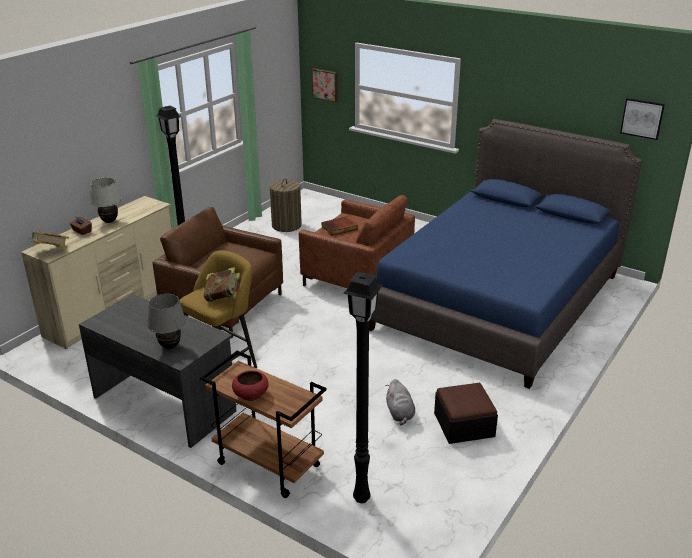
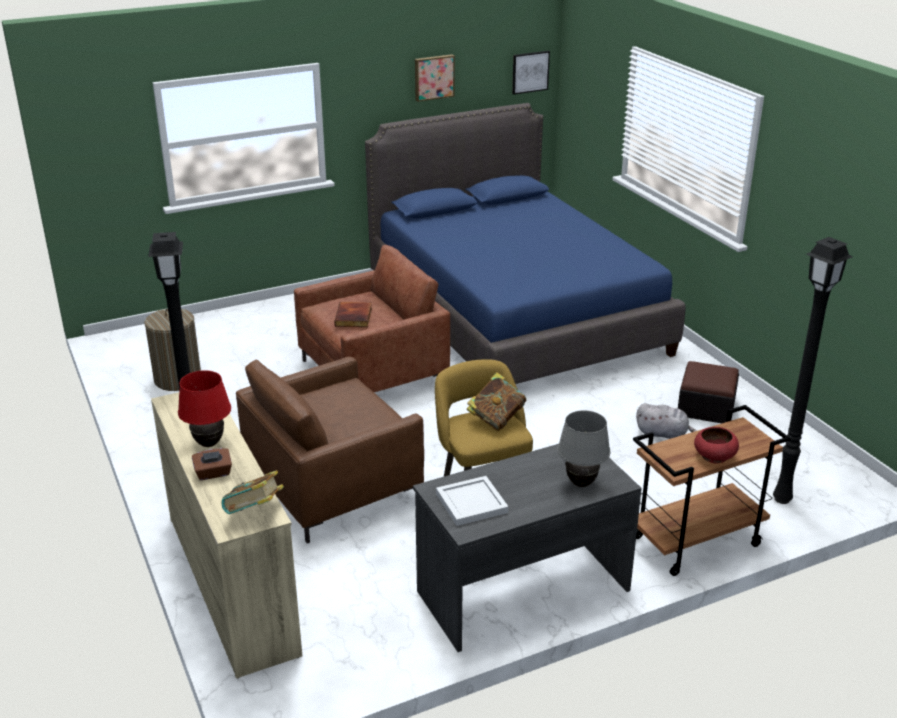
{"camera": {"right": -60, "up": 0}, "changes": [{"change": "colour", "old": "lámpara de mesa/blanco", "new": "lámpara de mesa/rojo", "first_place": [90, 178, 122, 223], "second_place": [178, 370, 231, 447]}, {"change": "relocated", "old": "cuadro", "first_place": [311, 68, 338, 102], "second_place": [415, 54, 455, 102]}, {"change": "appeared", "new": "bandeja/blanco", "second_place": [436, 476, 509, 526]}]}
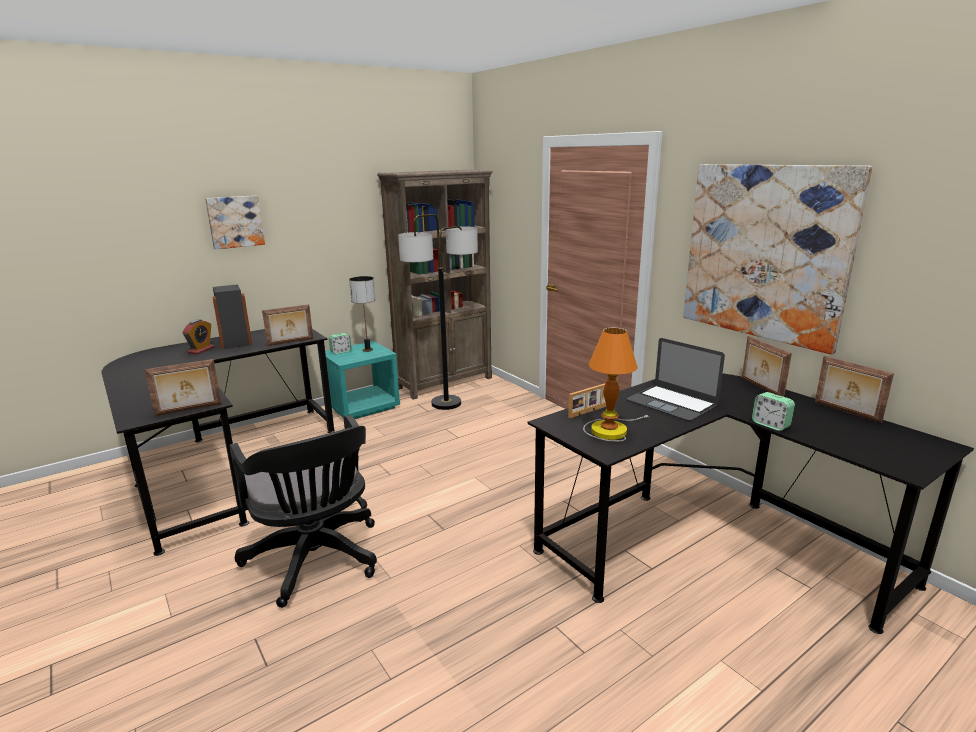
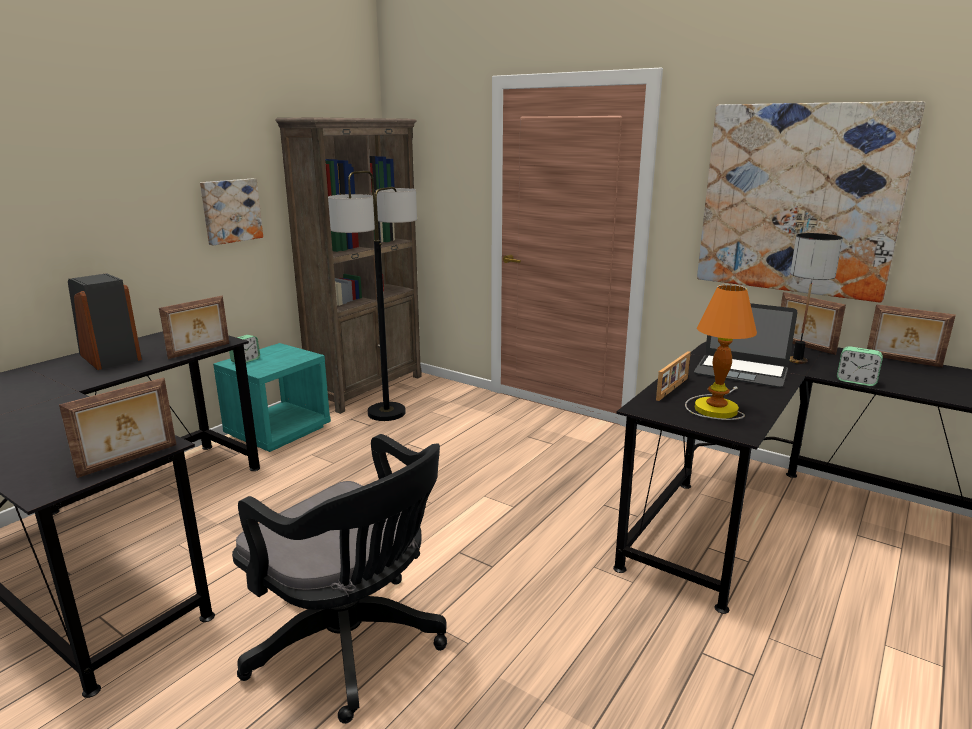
{"camera": {"right": -20, "up": 0}, "changes": [{"change": "relocated", "old": "cuadro", "first_place": [205, 196, 265, 249], "second_place": [200, 179, 263, 245]}, {"change": "relocated", "old": "lámpara de mesa", "first_place": [349, 276, 376, 352], "second_place": [790, 233, 843, 364]}, {"change": "missing", "old": "despertador", "first_place": [182, 319, 215, 354]}]}
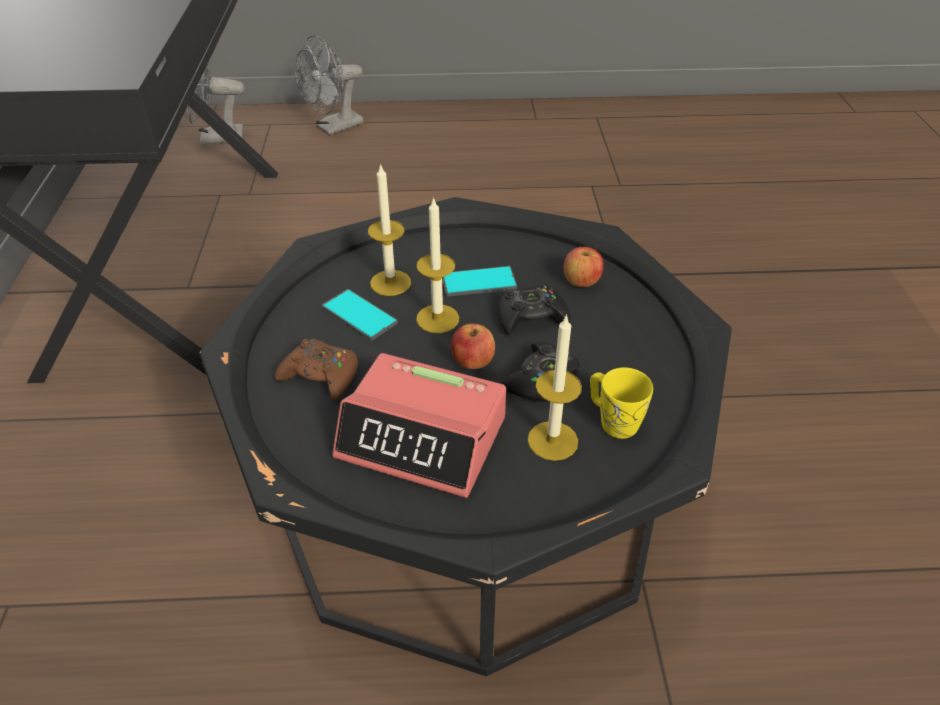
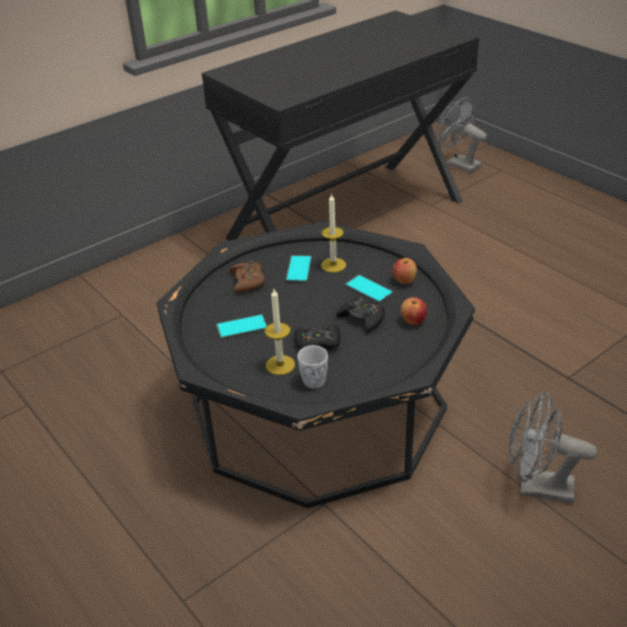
{"camera": {"right": 55, "up": -5}, "changes": [{"change": "exchanged", "old": "despertador", "new": "móvil", "first_place": [332, 353, 506, 498], "second_place": [216, 314, 267, 340]}, {"change": "colour", "old": "taza grande/amarillo", "new": "taza grande/blanco", "first_place": [590, 367, 653, 439], "second_place": [298, 345, 328, 389]}, {"change": "relocated", "old": "manzana", "first_place": [451, 324, 495, 369], "second_place": [393, 258, 417, 284]}, {"change": "relocated", "old": "ventilador/gris", "first_place": [295, 35, 364, 135], "second_place": [509, 392, 597, 503]}, {"change": "missing", "old": "vela", "first_place": [416, 197, 459, 333]}]}
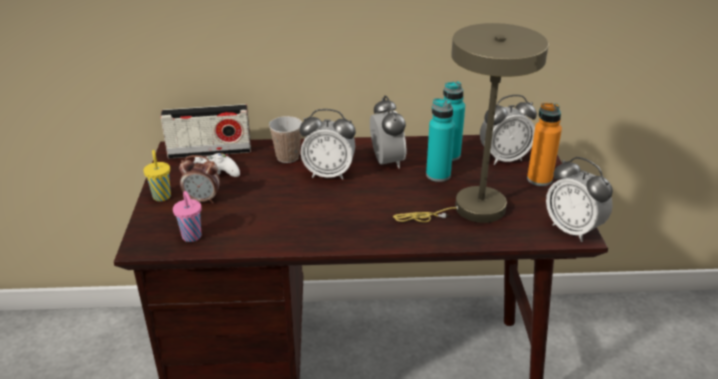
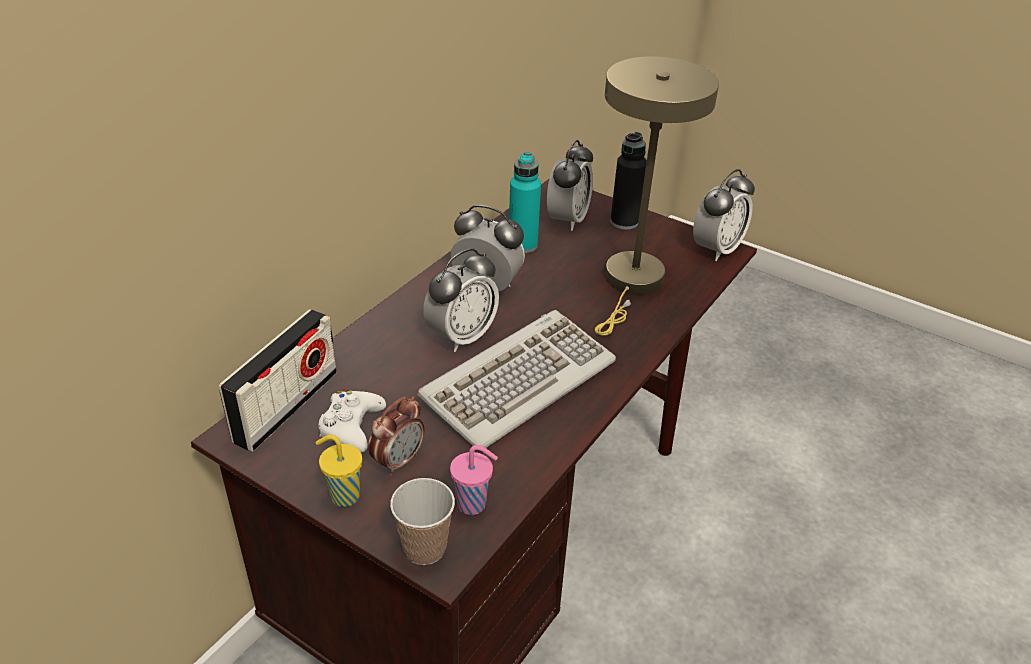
{"camera": {"right": -55, "up": 5}, "changes": [{"change": "relocated", "old": "taza", "first_place": [269, 116, 302, 163], "second_place": [390, 478, 455, 565]}, {"change": "appeared", "new": "teclado", "second_place": [417, 310, 616, 451]}, {"change": "colour", "old": "botella/naranja", "new": "botella/negro", "first_place": [527, 103, 562, 186], "second_place": [610, 132, 647, 230]}, {"change": "spun", "old": "despertador", "first_place": [546, 157, 613, 242], "second_place": [693, 169, 755, 261], "degrees": -45}, {"change": "missing", "old": "botella/turquesa", "first_place": [426, 98, 455, 182]}]}
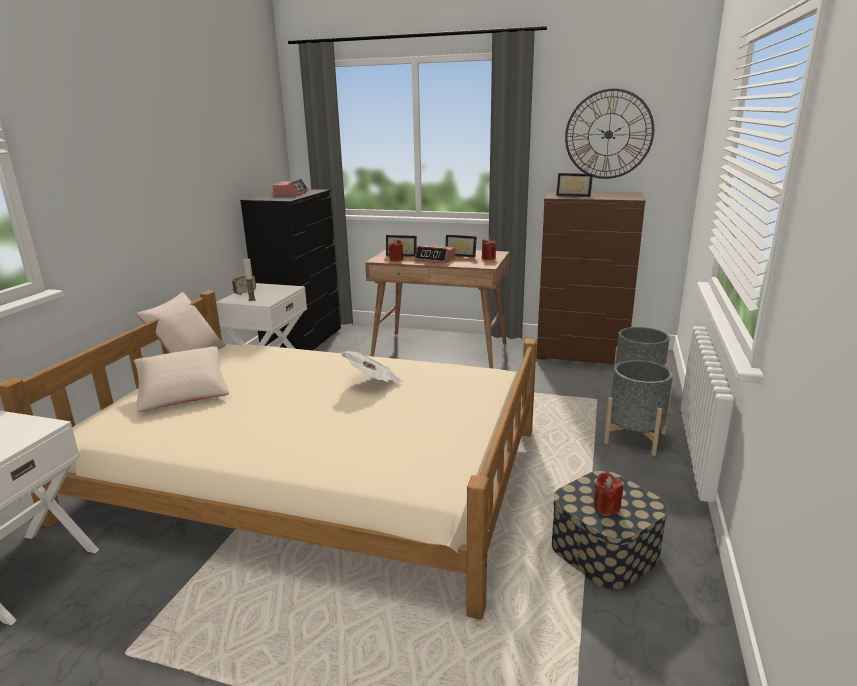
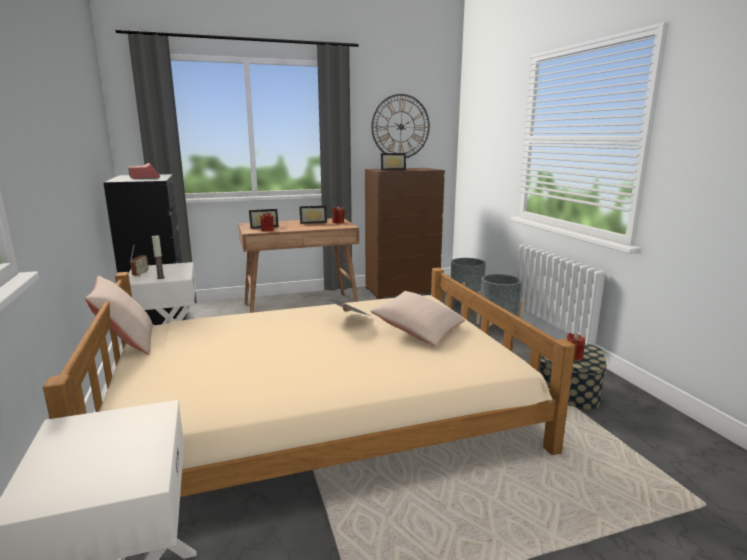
{"camera": {"right": -35, "up": -5}, "changes": [{"change": "relocated", "old": "cojín/beis", "first_place": [134, 346, 229, 412], "second_place": [370, 291, 465, 346]}, {"change": "missing", "old": "despertador", "first_place": [414, 245, 455, 263]}]}
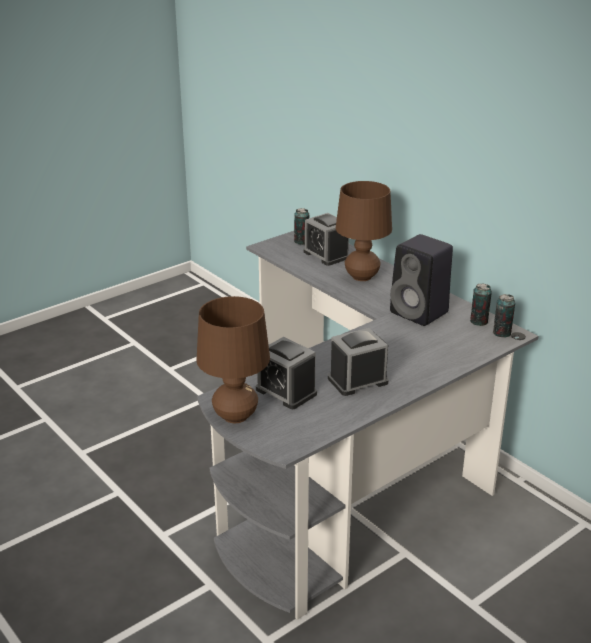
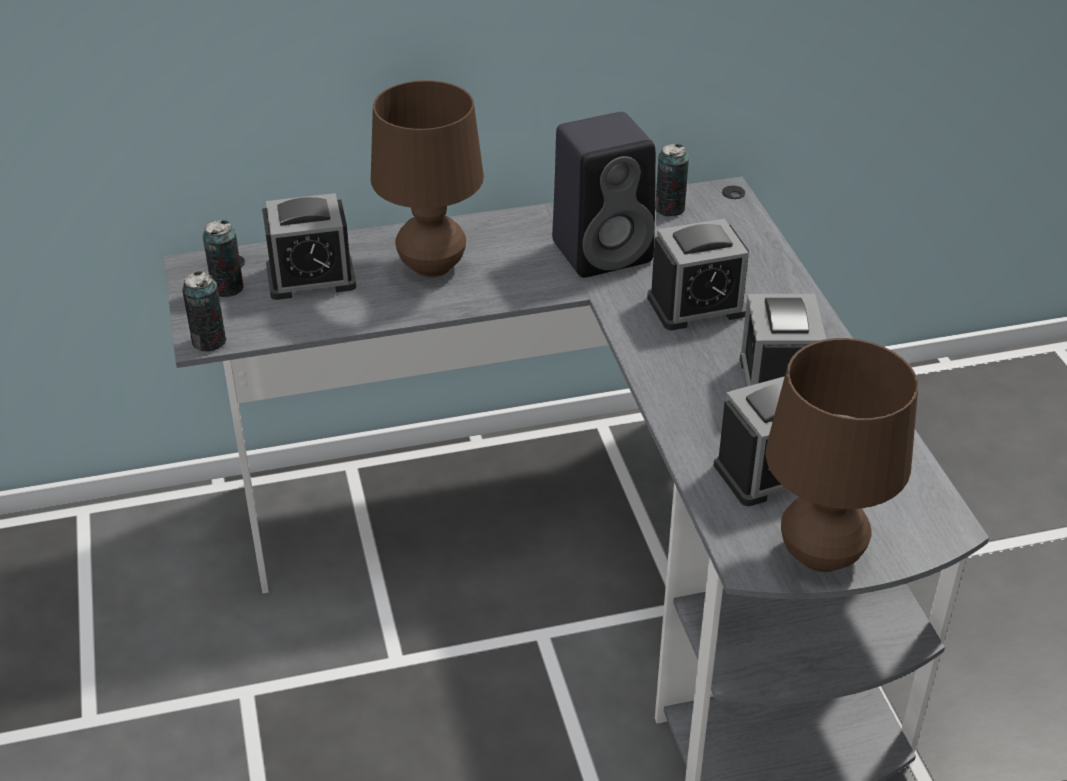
{"camera": {"right": -65, "up": 10}, "changes": [{"change": "relocated", "old": "lata", "first_place": [493, 294, 515, 338], "second_place": [182, 271, 226, 351]}, {"change": "appeared", "new": "despertador", "second_place": [647, 219, 749, 331]}]}
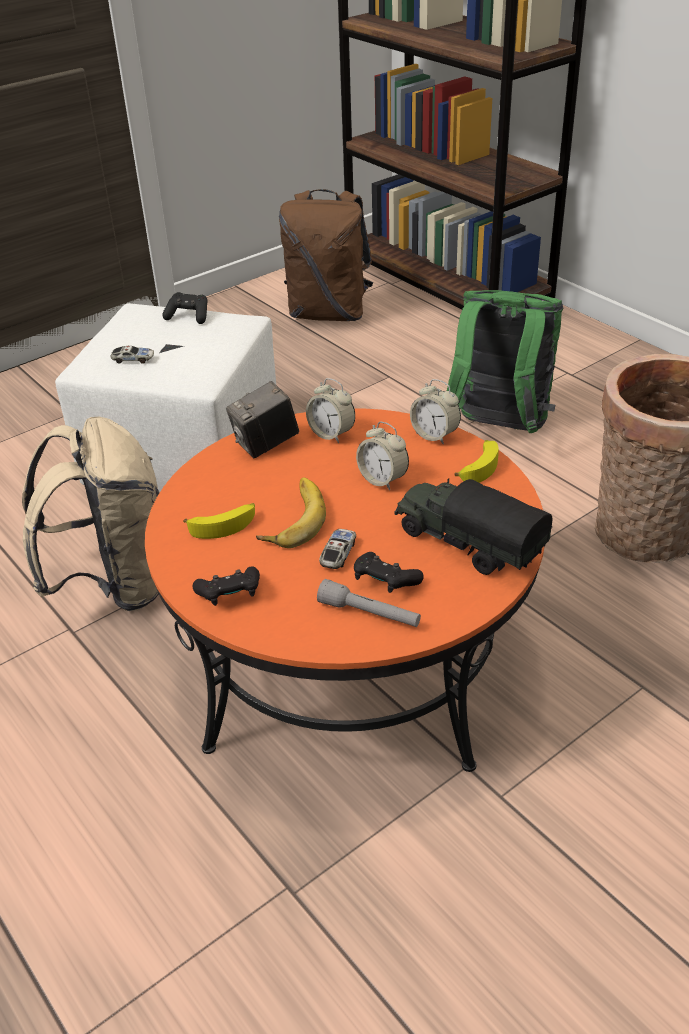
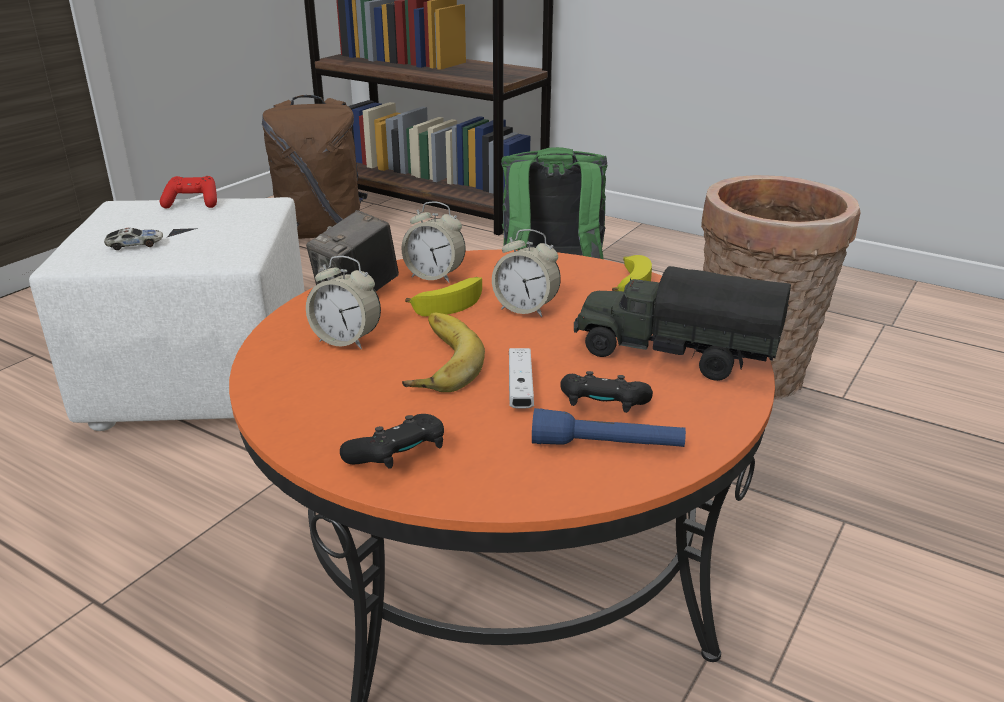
{"camera": {"right": -20, "up": -10}, "changes": [{"change": "colour", "old": "mando de consola/negro", "new": "mando de consola/rojo", "first_place": [162, 292, 207, 324], "second_place": [160, 176, 217, 208]}, {"change": "relocated", "old": "despertador", "first_place": [410, 379, 461, 444], "second_place": [306, 256, 381, 349]}, {"change": "relocated", "old": "plátano", "first_place": [183, 503, 255, 539], "second_place": [405, 277, 482, 317]}, {"change": "exchanged", "old": "coche de juguete", "new": "mando de consola/blanco", "first_place": [319, 529, 356, 569], "second_place": [509, 348, 534, 409]}, {"change": "colour", "old": "linterna/gris", "new": "linterna/azul", "first_place": [317, 579, 421, 627], "second_place": [532, 408, 686, 447]}, {"change": "missing", "old": "mochila/beis", "first_place": [22, 417, 160, 611]}]}
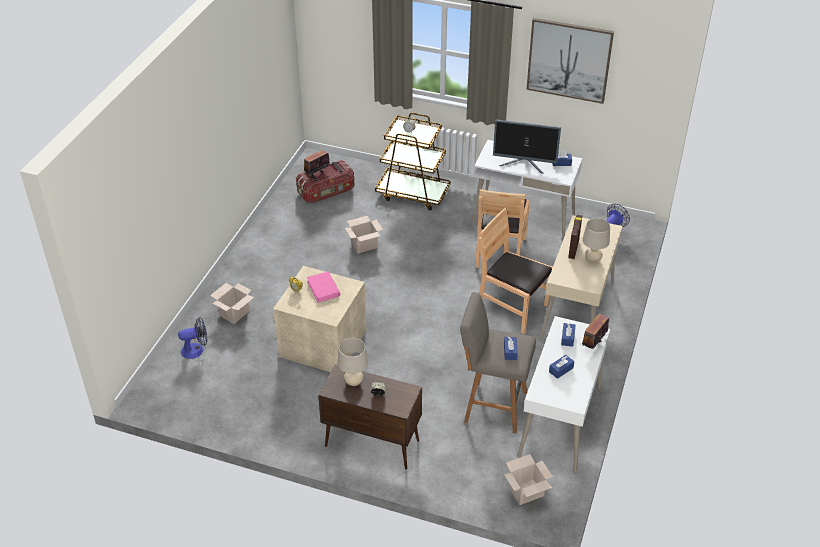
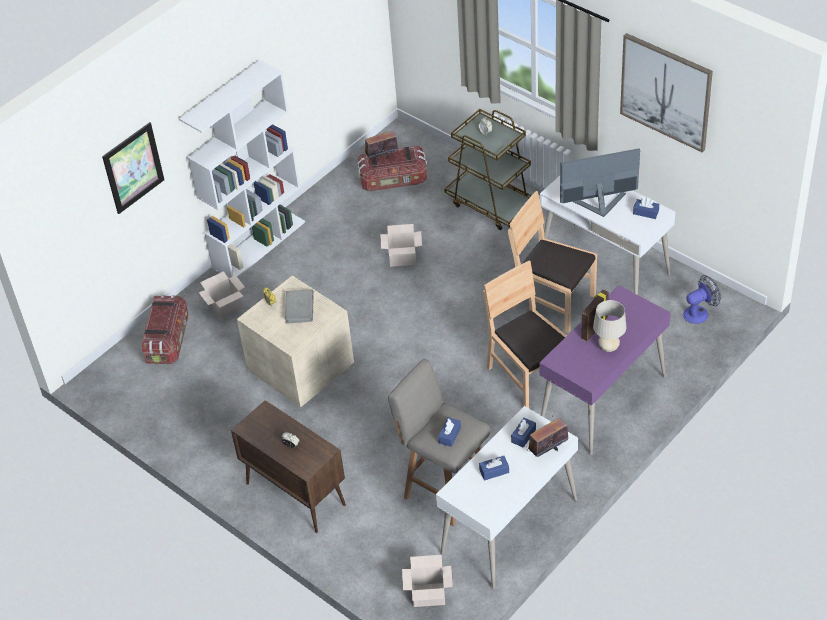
{"camera": {"right": 25, "up": 5}, "changes": [{"change": "appeared", "new": "cuadro", "second_place": [102, 122, 164, 214]}, {"change": "exchanged", "old": "ventilador", "new": "caja de almacenaje", "first_place": [178, 317, 207, 359], "second_place": [142, 295, 189, 364]}, {"change": "appeared", "new": "estantería/blanco", "second_place": [179, 60, 305, 278]}, {"change": "colour", "old": "libro/rosa", "new": "libro/gris", "first_place": [307, 272, 340, 303], "second_place": [285, 289, 314, 324]}, {"change": "spun", "old": "silla/marrón", "first_place": [475, 189, 530, 268], "second_place": [508, 191, 597, 333], "degrees": 90}, {"change": "colour", "old": "escritorio/beis", "new": "escritorio/morado", "first_place": [540, 216, 623, 340], "second_place": [540, 285, 671, 455]}, {"change": "spun", "old": "monitor", "first_place": [493, 119, 561, 174], "second_place": [560, 148, 640, 217], "degrees": 135}, {"change": "missing", "old": "lámpara de mesa/beis", "first_place": [338, 338, 368, 386]}]}
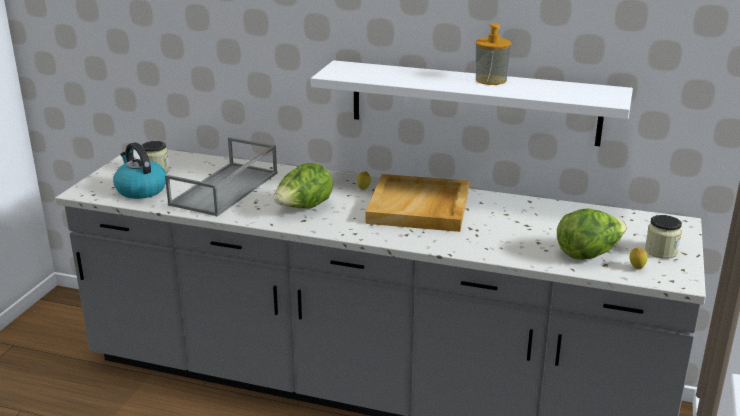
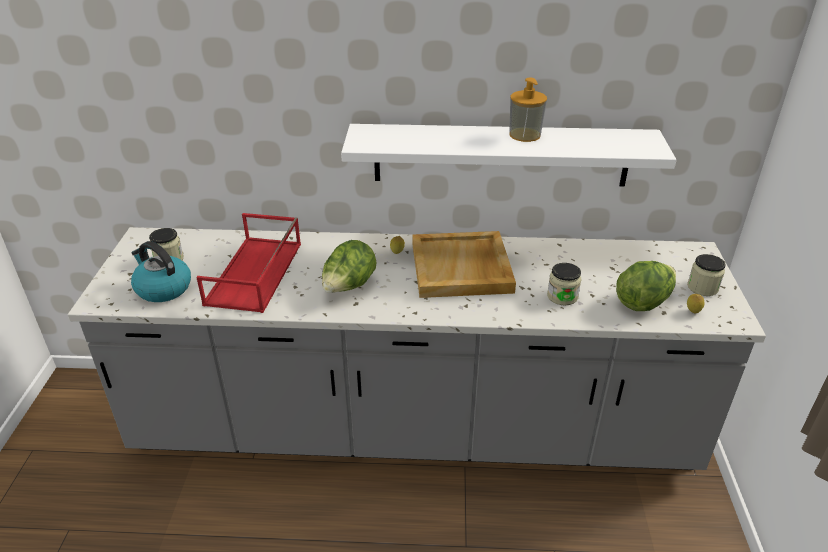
{"camera": {"right": -15, "up": 10}, "changes": [{"change": "colour", "old": "bandeja/gris", "new": "bandeja/rojo", "first_place": [165, 137, 278, 217], "second_place": [196, 213, 301, 313]}, {"change": "appeared", "new": "tarro", "second_place": [547, 263, 581, 305]}]}
